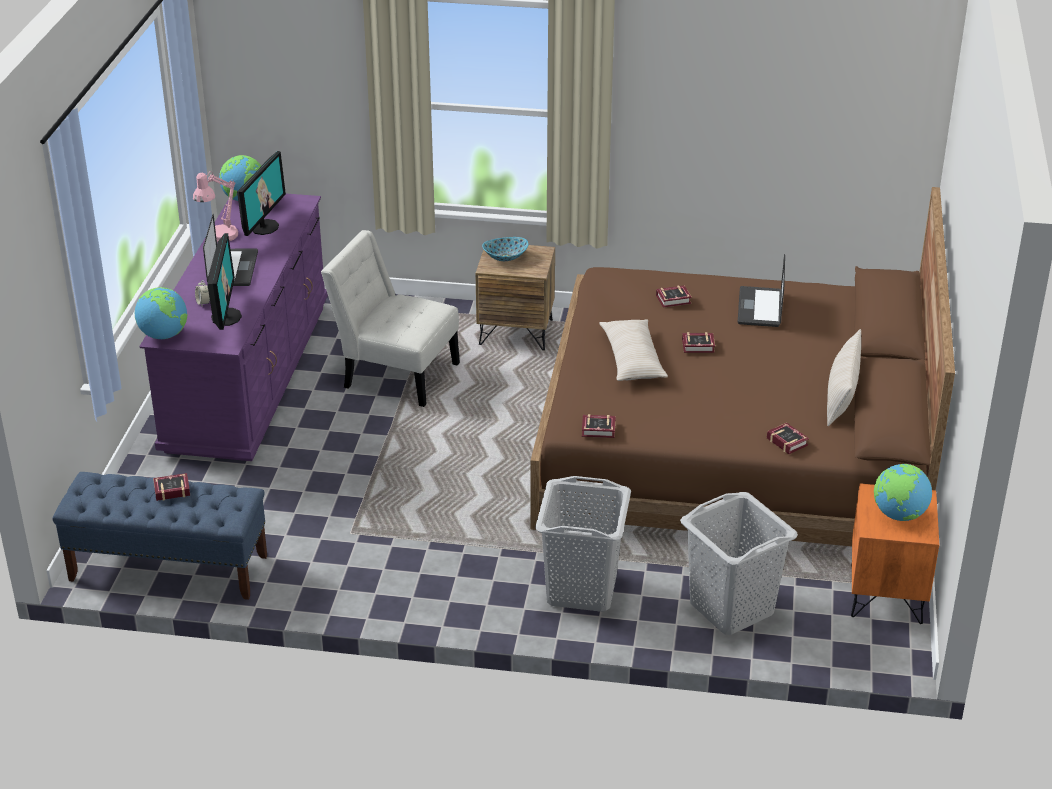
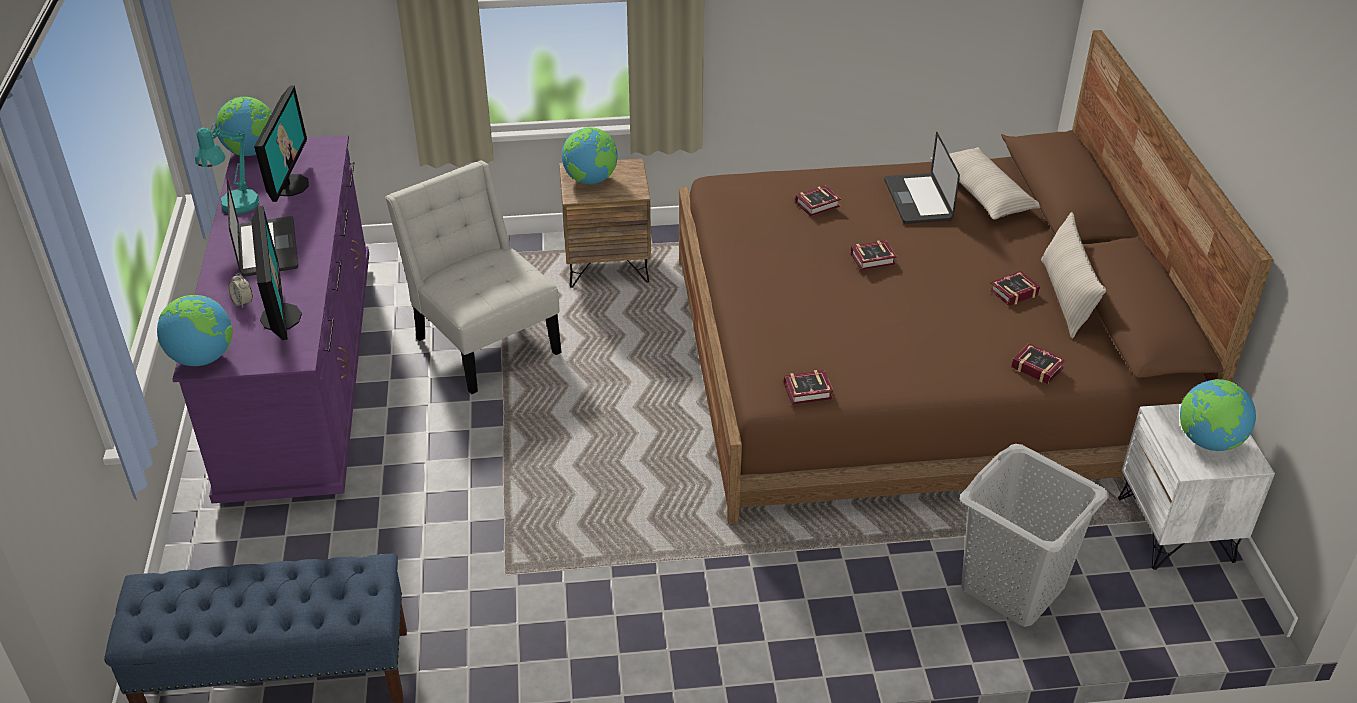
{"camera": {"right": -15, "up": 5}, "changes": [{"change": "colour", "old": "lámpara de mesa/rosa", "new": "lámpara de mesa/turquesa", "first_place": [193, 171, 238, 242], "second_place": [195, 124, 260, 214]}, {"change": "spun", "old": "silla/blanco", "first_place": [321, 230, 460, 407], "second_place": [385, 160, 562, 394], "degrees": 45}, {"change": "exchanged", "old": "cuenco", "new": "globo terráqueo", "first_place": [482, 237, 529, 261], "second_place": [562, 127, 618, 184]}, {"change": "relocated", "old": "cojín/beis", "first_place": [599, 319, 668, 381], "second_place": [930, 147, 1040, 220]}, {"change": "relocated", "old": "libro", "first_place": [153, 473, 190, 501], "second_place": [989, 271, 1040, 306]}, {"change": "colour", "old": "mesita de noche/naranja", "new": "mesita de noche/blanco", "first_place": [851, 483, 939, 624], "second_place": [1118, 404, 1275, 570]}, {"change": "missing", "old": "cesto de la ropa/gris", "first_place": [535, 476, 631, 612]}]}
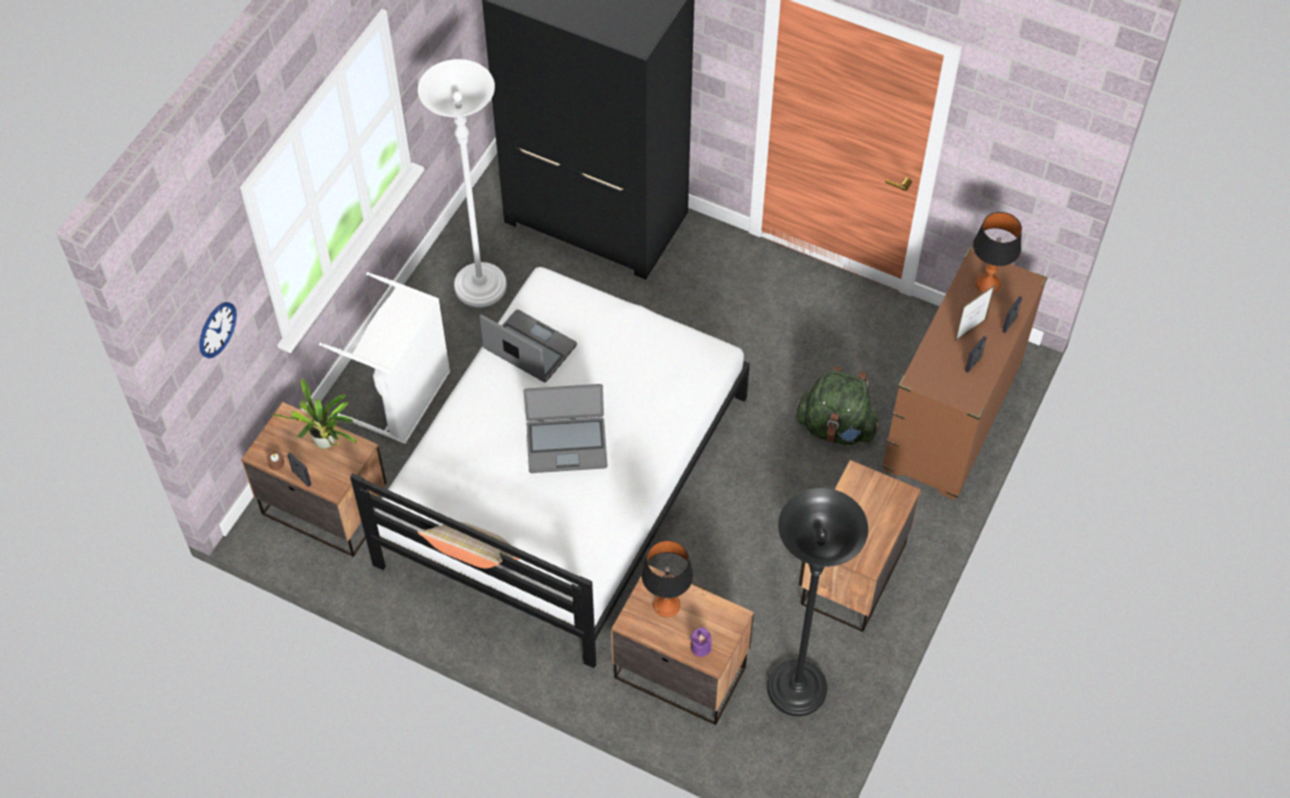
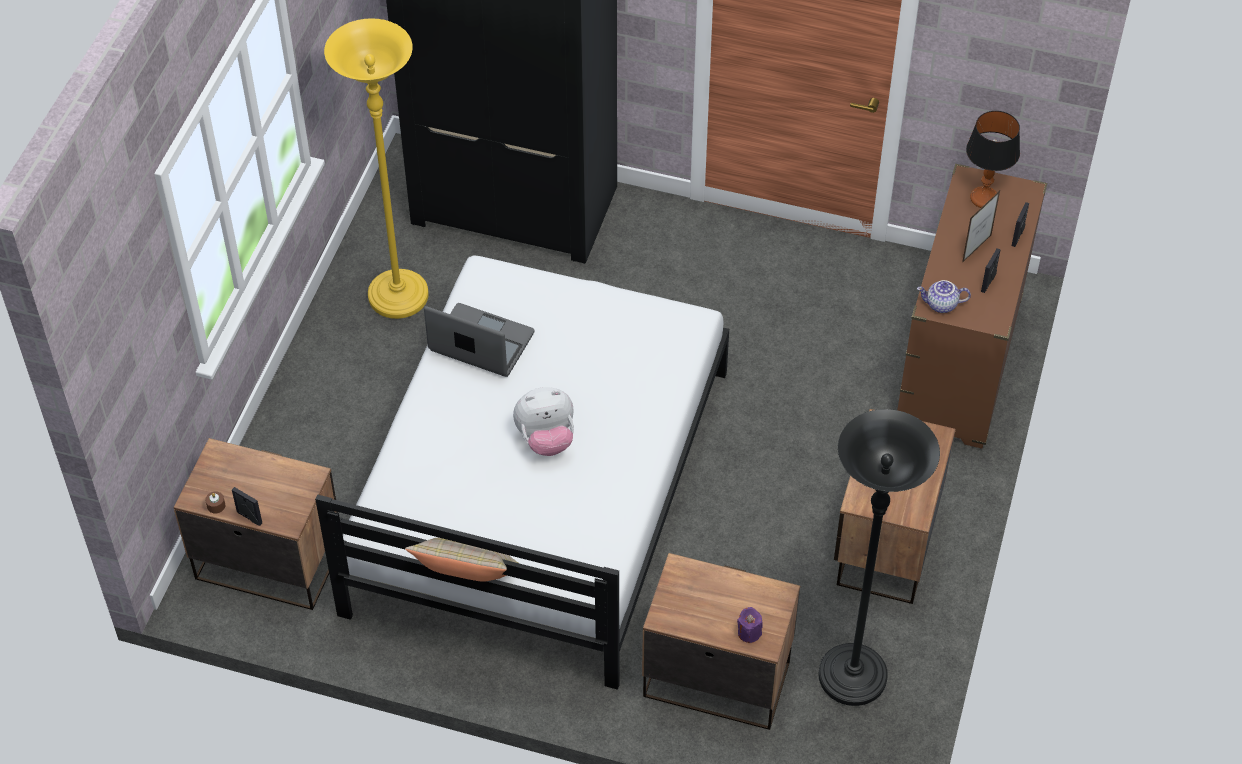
{"camera": {"right": -10, "up": -5}, "changes": [{"change": "colour", "old": "lámpara de pie/blanco", "new": "lámpara de pie/amarillo", "first_place": [418, 59, 507, 307], "second_place": [324, 18, 429, 319]}, {"change": "exchanged", "old": "portátil", "new": "peluche", "first_place": [523, 384, 608, 473], "second_place": [513, 387, 574, 456]}, {"change": "appeared", "new": "tetera", "second_place": [917, 280, 971, 313]}, {"change": "missing", "old": "reloj de pared", "first_place": [199, 302, 237, 358]}, {"change": "missing", "old": "planta en maceta", "first_place": [271, 379, 357, 449]}, {"change": "missing", "old": "cesto de la ropa/blanco", "first_place": [319, 272, 450, 444]}, {"change": "missing", "old": "lámpara de mesa", "first_place": [641, 540, 693, 617]}, {"change": "missing", "old": "mochila/verde", "first_place": [796, 366, 880, 445]}]}
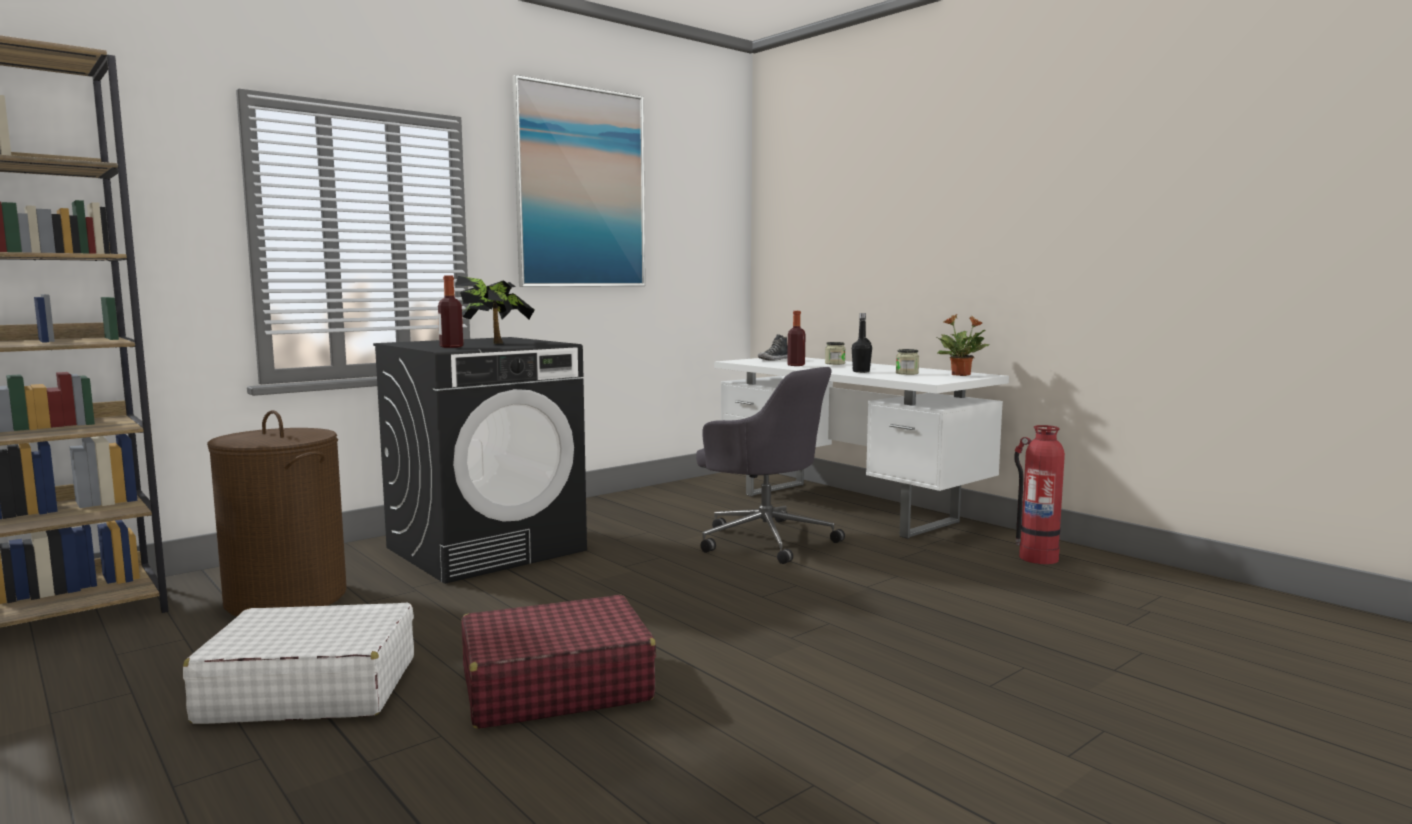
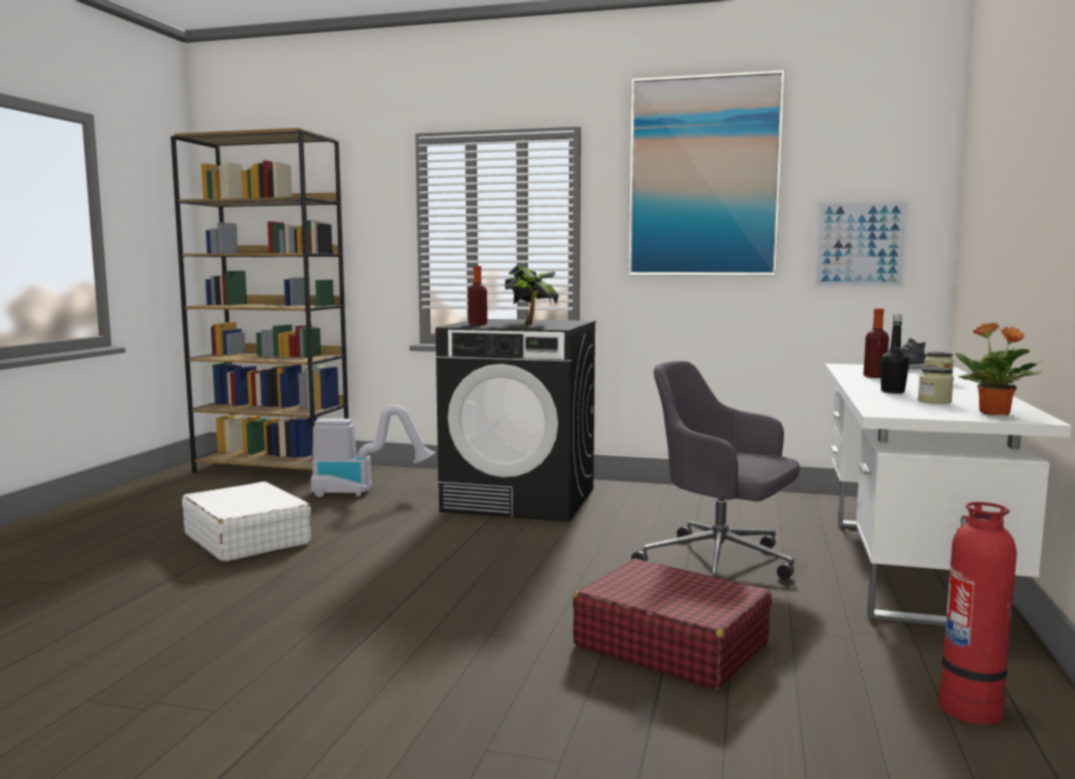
{"camera": {"right": 55, "up": 0}, "changes": [{"change": "exchanged", "old": "cesto de la ropa/marrón", "new": "aspiradora", "first_place": [207, 410, 347, 616], "second_place": [311, 405, 435, 497]}, {"change": "relocated", "old": "maleta/rojo", "first_place": [461, 595, 656, 729], "second_place": [573, 559, 772, 690]}, {"change": "spun", "old": "silla de oficina/gris", "first_place": [696, 367, 845, 564], "second_place": [631, 361, 800, 579], "degrees": 120}, {"change": "appeared", "new": "cuadro", "second_place": [813, 200, 910, 288]}]}
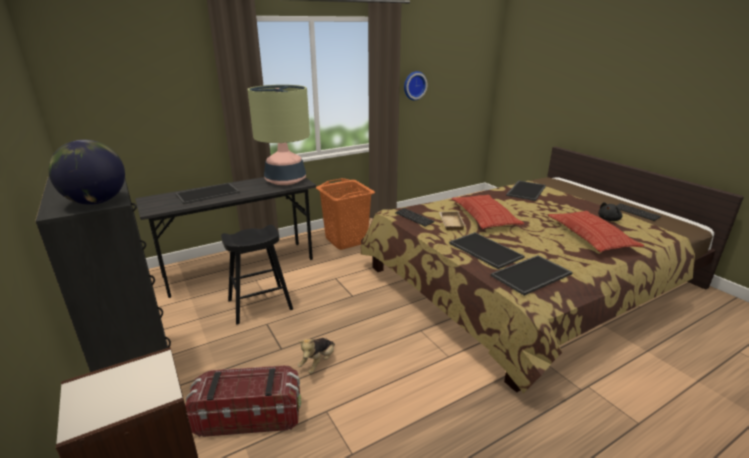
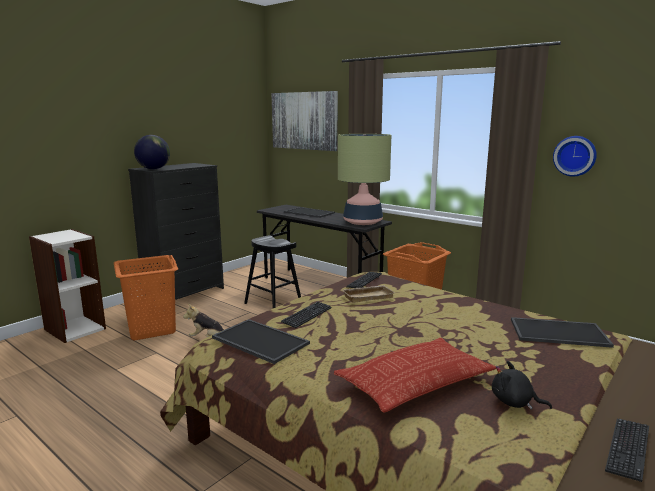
{"camera": {"right": 70, "up": -10}, "changes": [{"change": "exchanged", "old": "caja de almacenaje", "new": "cesto de la ropa/naranja", "first_place": [185, 366, 301, 437], "second_place": [114, 255, 178, 341]}, {"change": "appeared", "new": "cuadro", "second_place": [271, 91, 338, 151]}, {"change": "exchanged", "old": "bandeja", "new": "teclado", "first_place": [449, 232, 524, 269], "second_place": [281, 302, 332, 328]}, {"change": "missing", "old": "cojín", "first_place": [452, 195, 525, 229]}]}
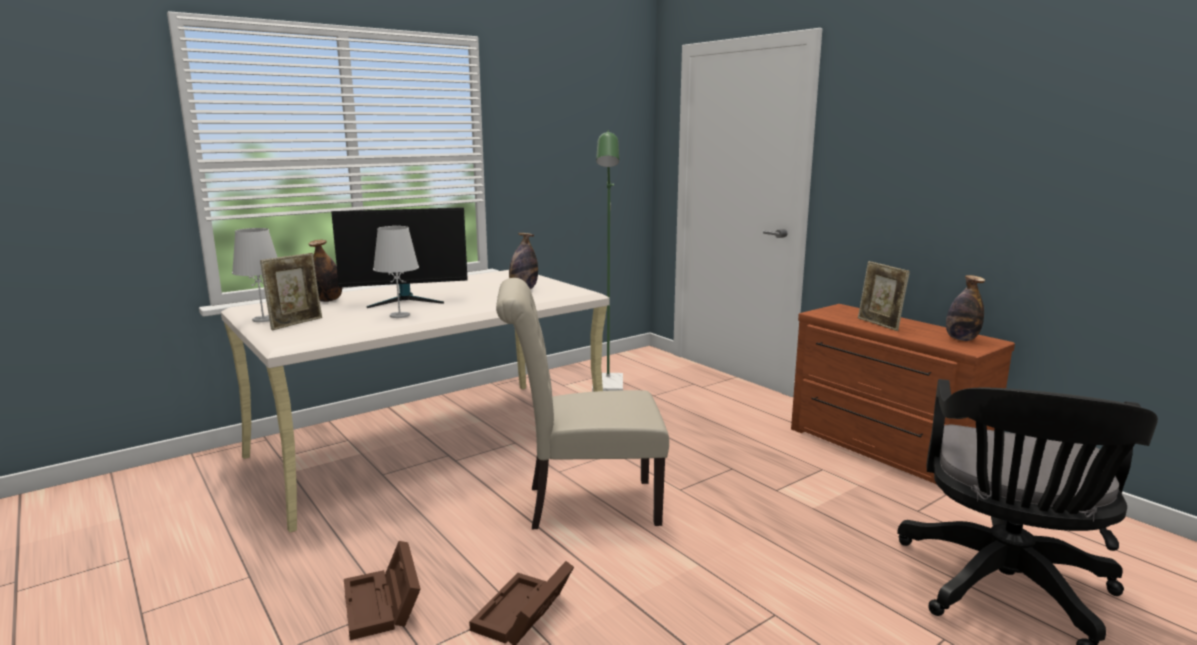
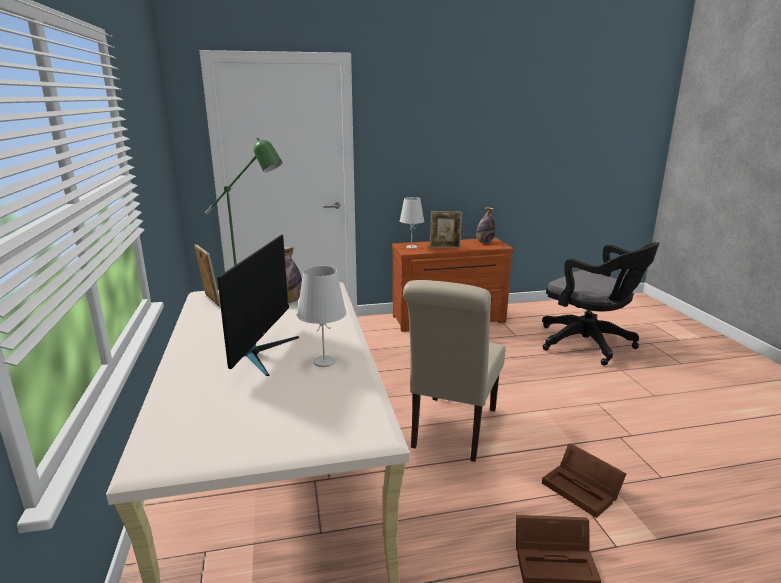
{"camera": {"right": -65, "up": 5}, "changes": [{"change": "relocated", "old": "portarretratos", "first_place": [260, 253, 322, 330], "second_place": [194, 244, 221, 308]}, {"change": "relocated", "old": "lámpara de mesa/blanco", "first_place": [232, 228, 278, 322], "second_place": [400, 197, 424, 249]}, {"change": "missing", "old": "botella", "first_place": [308, 240, 342, 302]}]}
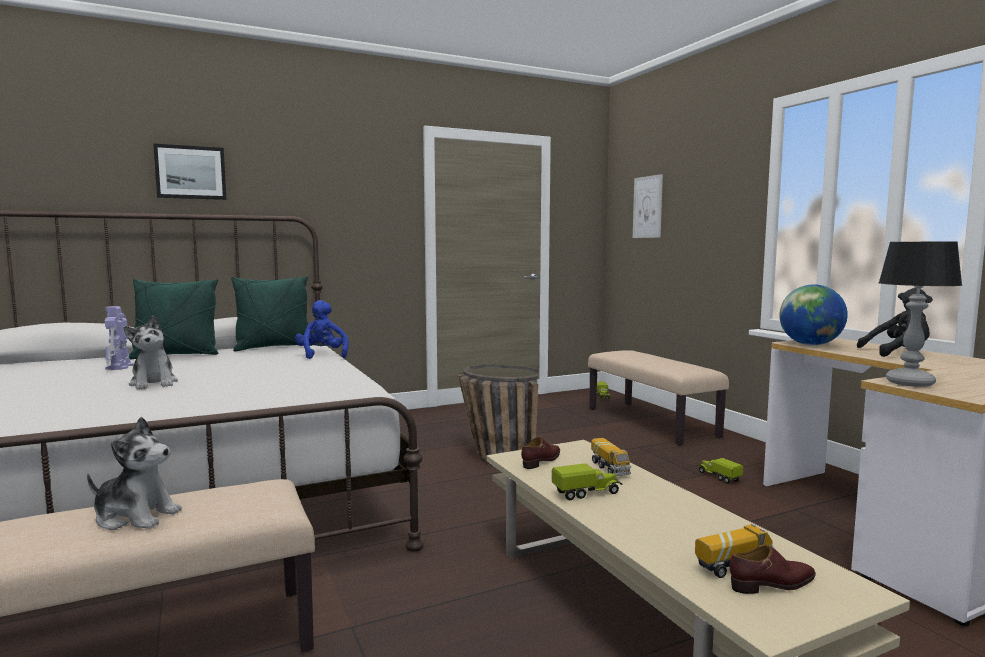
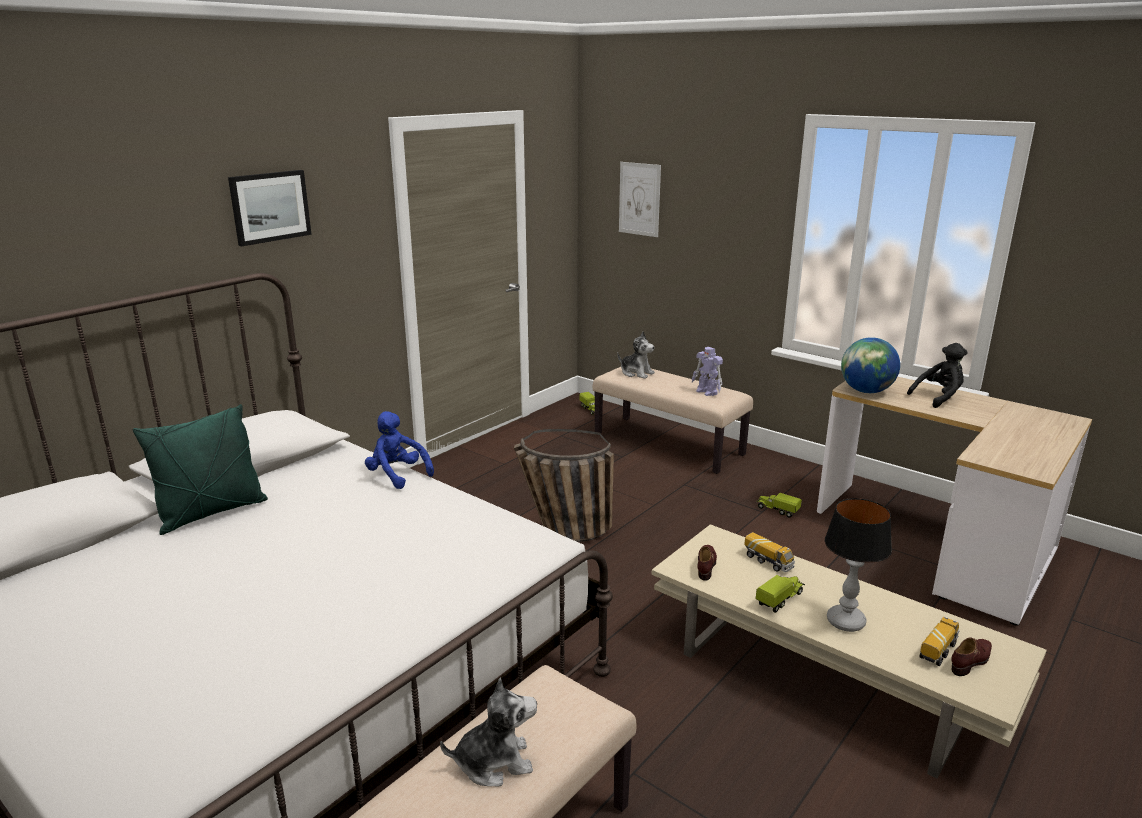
{"camera": {"right": -25, "up": 15}, "changes": [{"change": "relocated", "old": "cuadro", "first_place": [153, 143, 226, 200], "second_place": [228, 170, 312, 246]}, {"change": "relocated", "old": "peluche", "first_place": [124, 316, 178, 389], "second_place": [617, 332, 655, 379]}, {"change": "relocated", "old": "robot de juguete", "first_place": [105, 306, 134, 370], "second_place": [692, 347, 723, 396]}, {"change": "relocated", "old": "lámpara de mesa", "first_place": [878, 242, 962, 387], "second_place": [825, 498, 892, 632]}, {"change": "missing", "old": "cojín/verde", "first_place": [231, 277, 312, 351]}]}
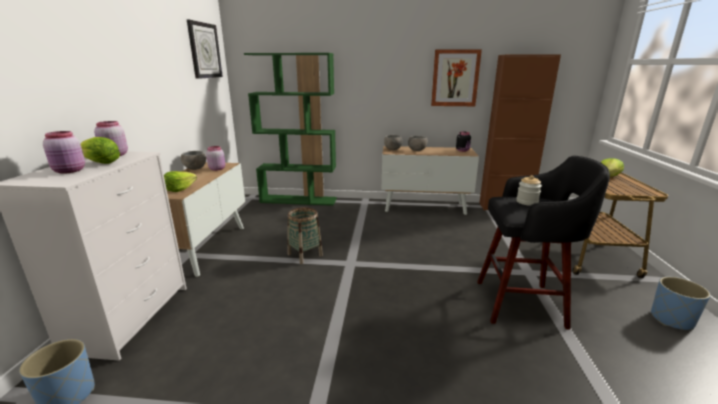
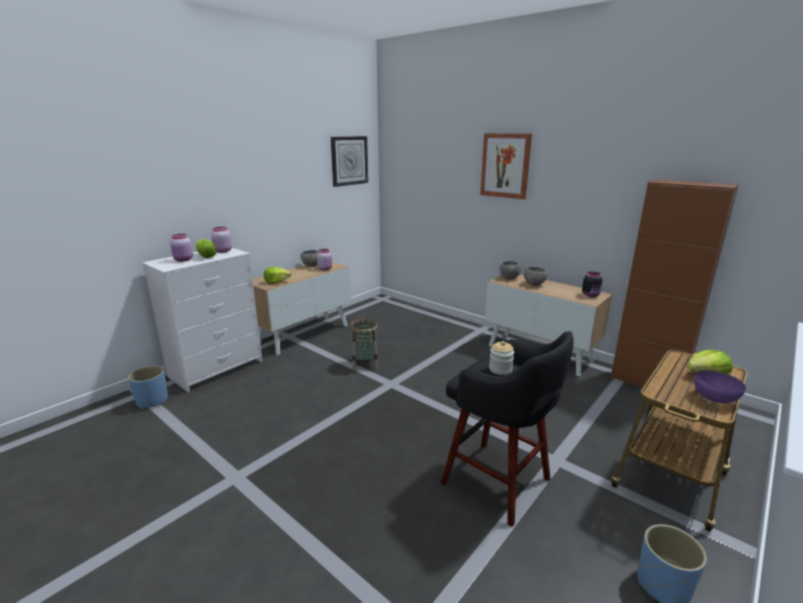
{"camera": {"right": 35, "up": 0}, "changes": [{"change": "relocated", "old": "cuadro", "first_place": [431, 49, 482, 106], "second_place": [480, 134, 532, 199]}, {"change": "appeared", "new": "cuenco/morado", "second_place": [694, 370, 746, 403]}, {"change": "missing", "old": "estantería/verde", "first_place": [244, 53, 337, 206]}]}
